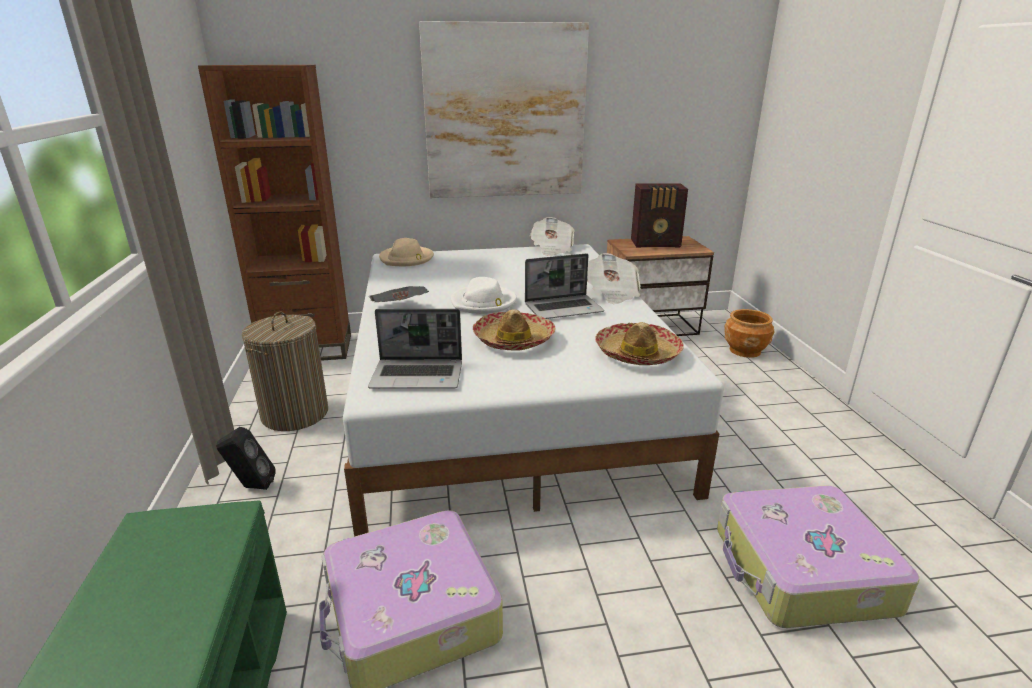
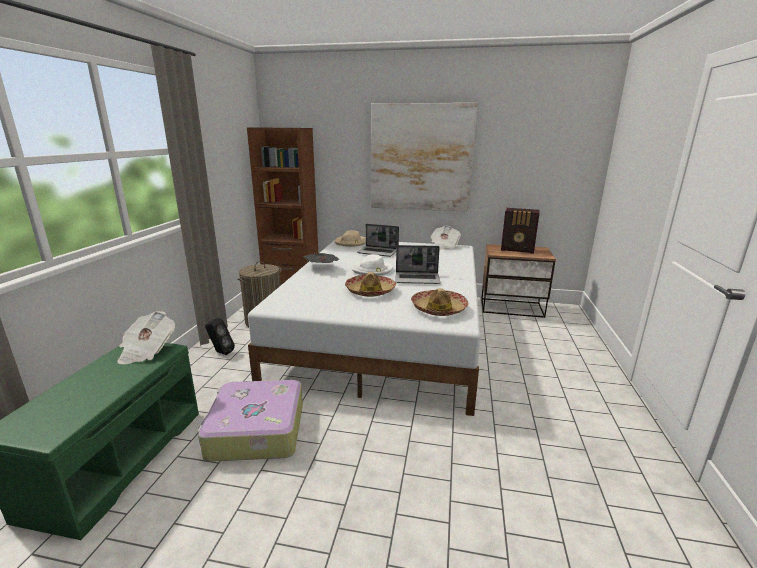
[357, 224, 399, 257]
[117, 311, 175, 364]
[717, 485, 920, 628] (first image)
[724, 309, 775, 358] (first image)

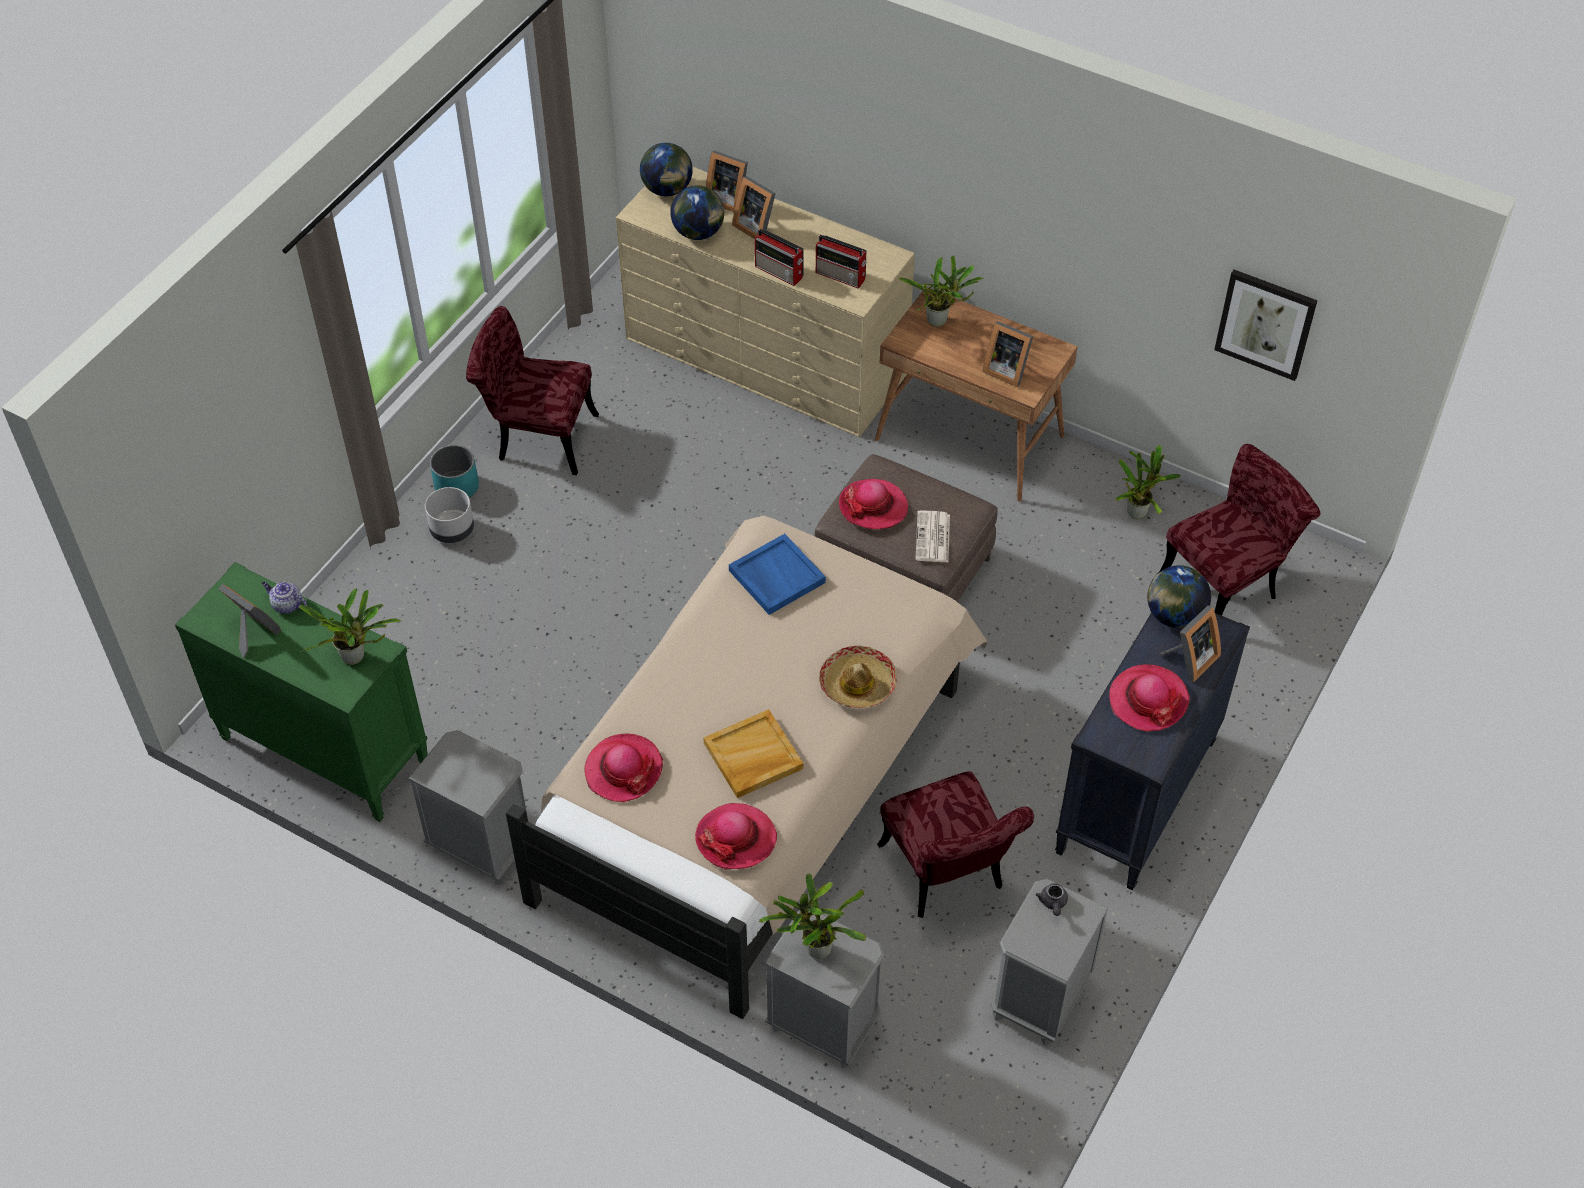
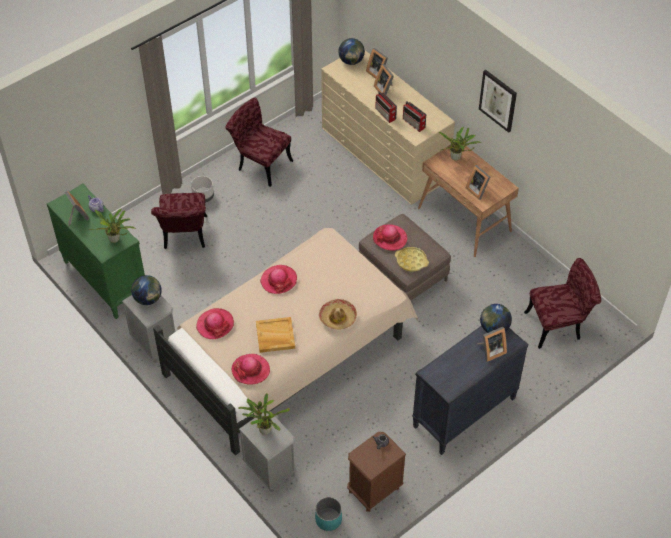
[315, 497, 342, 531]
[131, 275, 162, 305]
[729, 534, 826, 615] (first image)
[151, 193, 207, 249]
[395, 247, 429, 272]
[347, 432, 406, 512]
[260, 265, 297, 294]
[1115, 445, 1181, 519] (first image)
[479, 70, 517, 133]

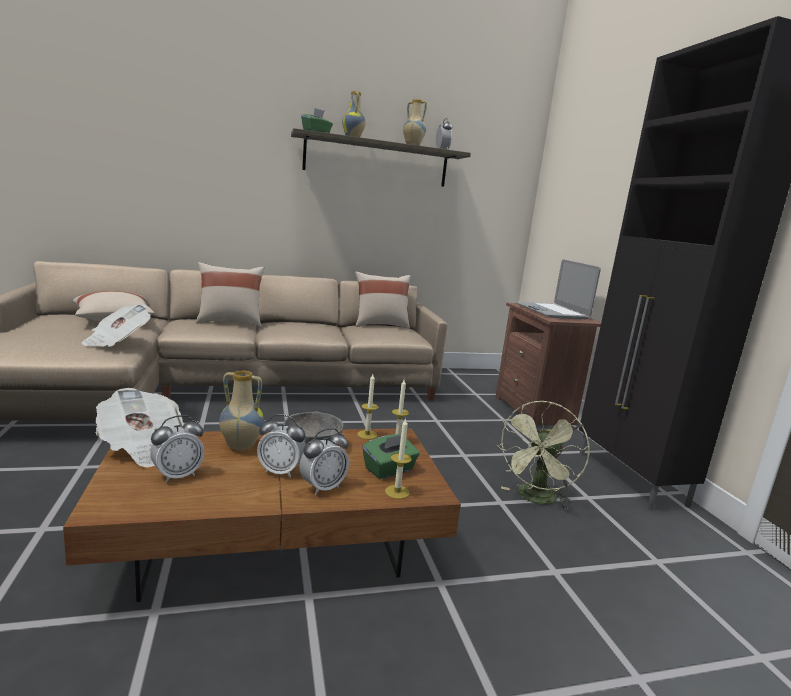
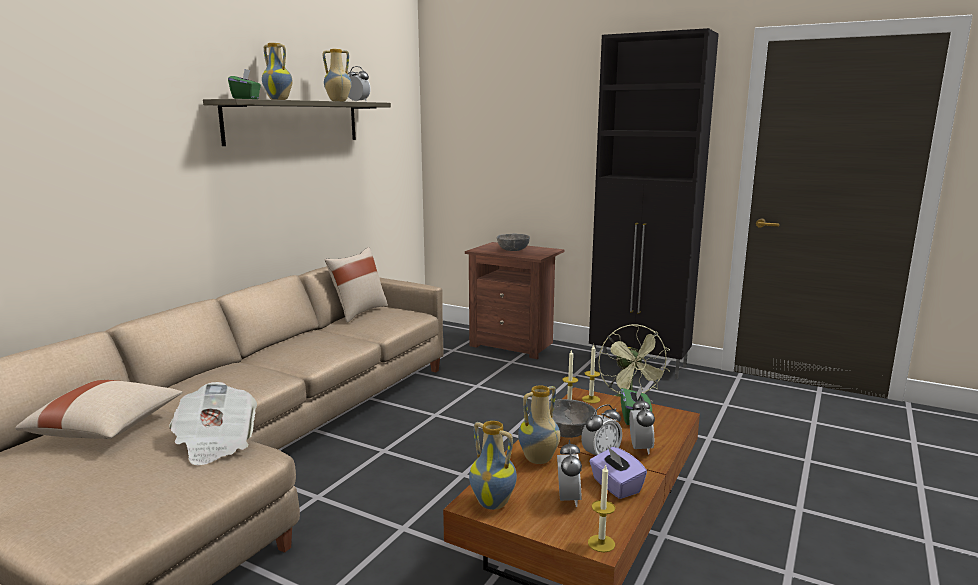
[469, 421, 517, 510]
[196, 262, 264, 326] (first image)
[588, 465, 615, 552]
[497, 233, 530, 251]
[589, 447, 647, 499]

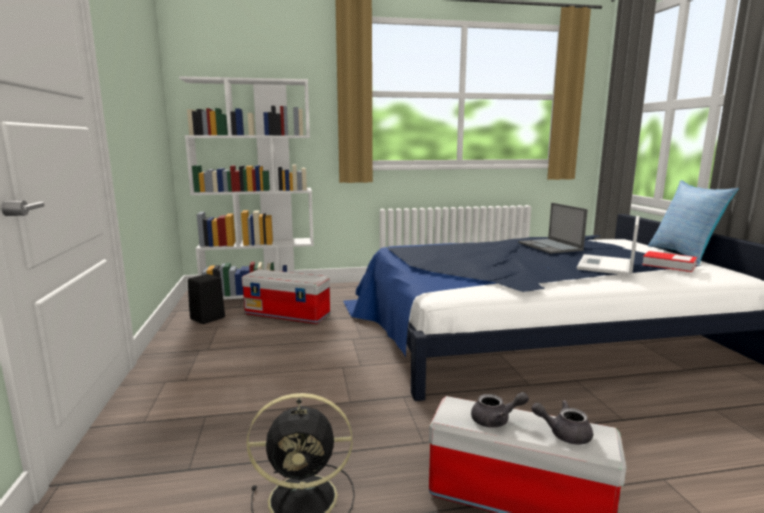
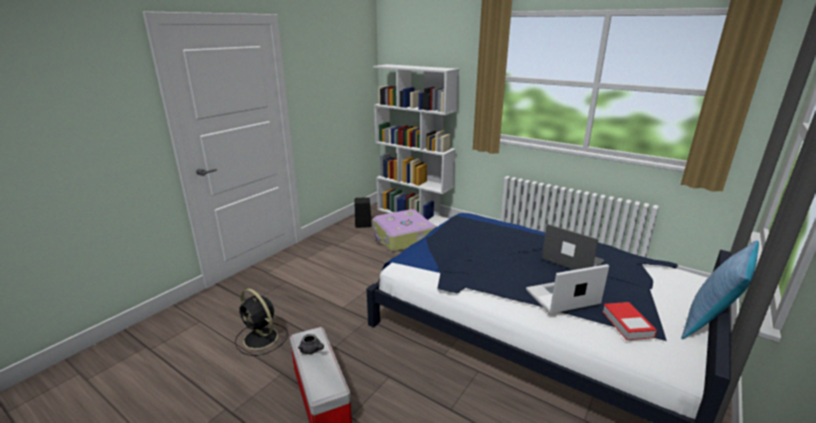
[373, 209, 435, 252]
[542, 224, 605, 270]
[531, 400, 593, 445] (first image)

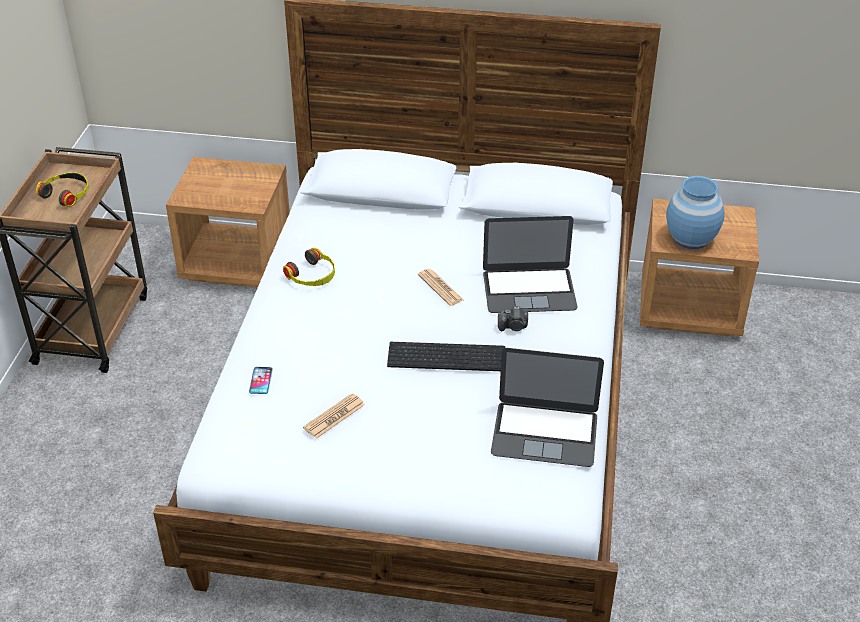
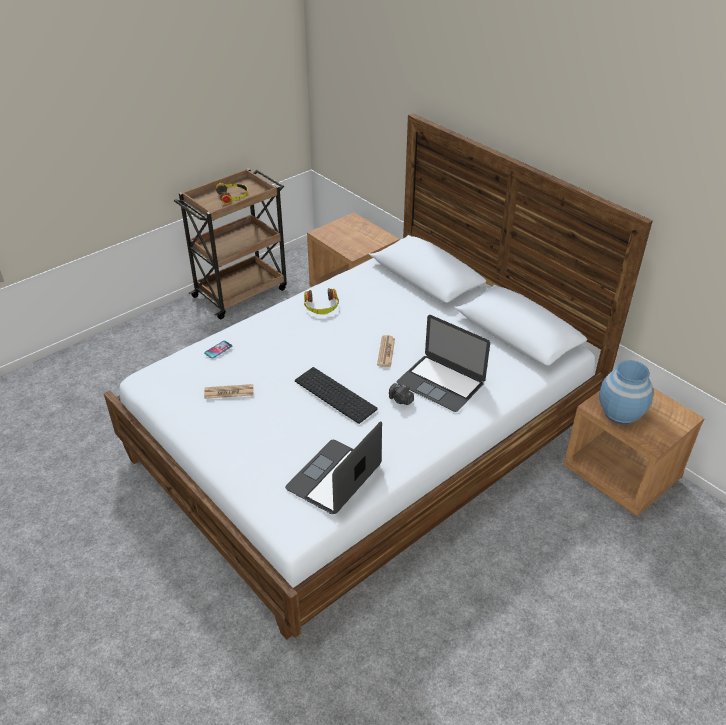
[285, 421, 382, 514]

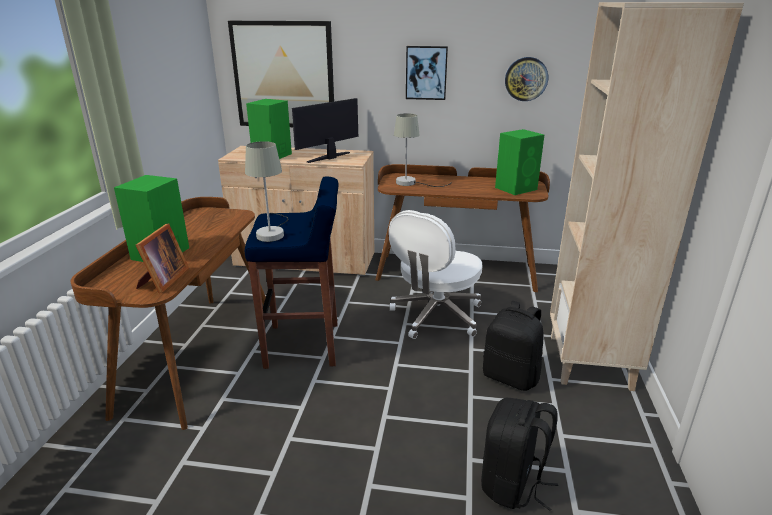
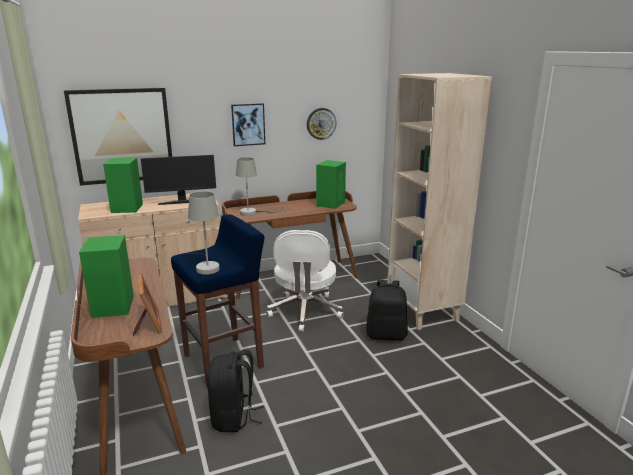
[141, 155, 216, 205]
[207, 350, 264, 432]

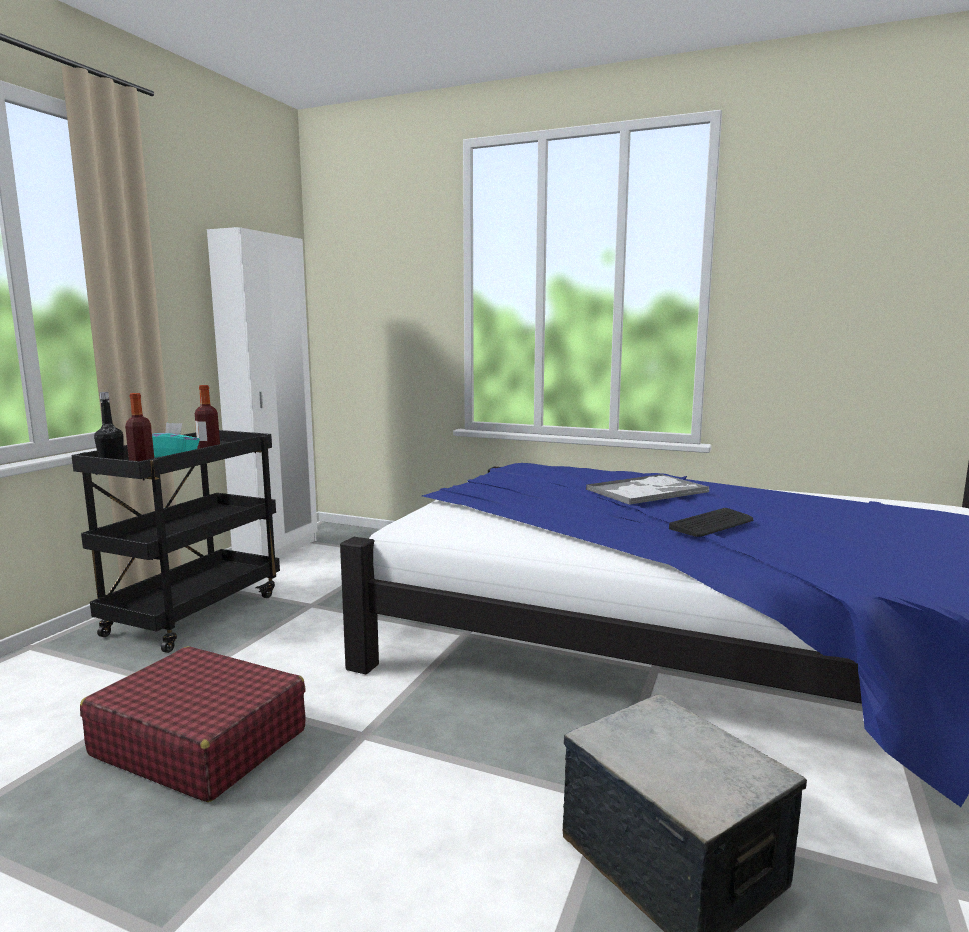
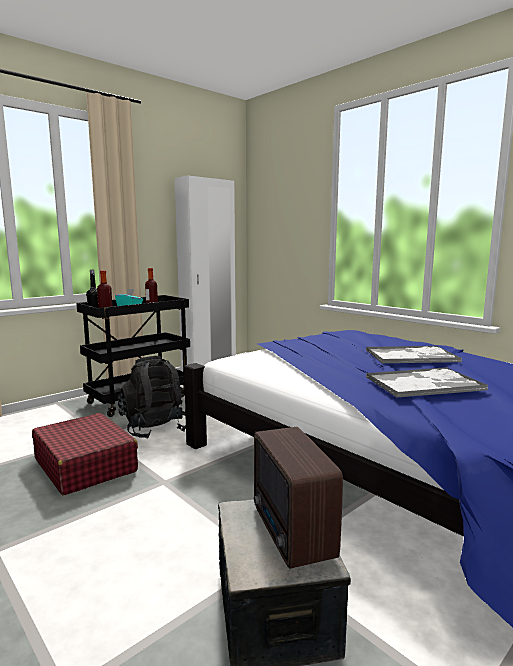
[366, 367, 488, 398]
[118, 356, 186, 439]
[254, 427, 343, 569]

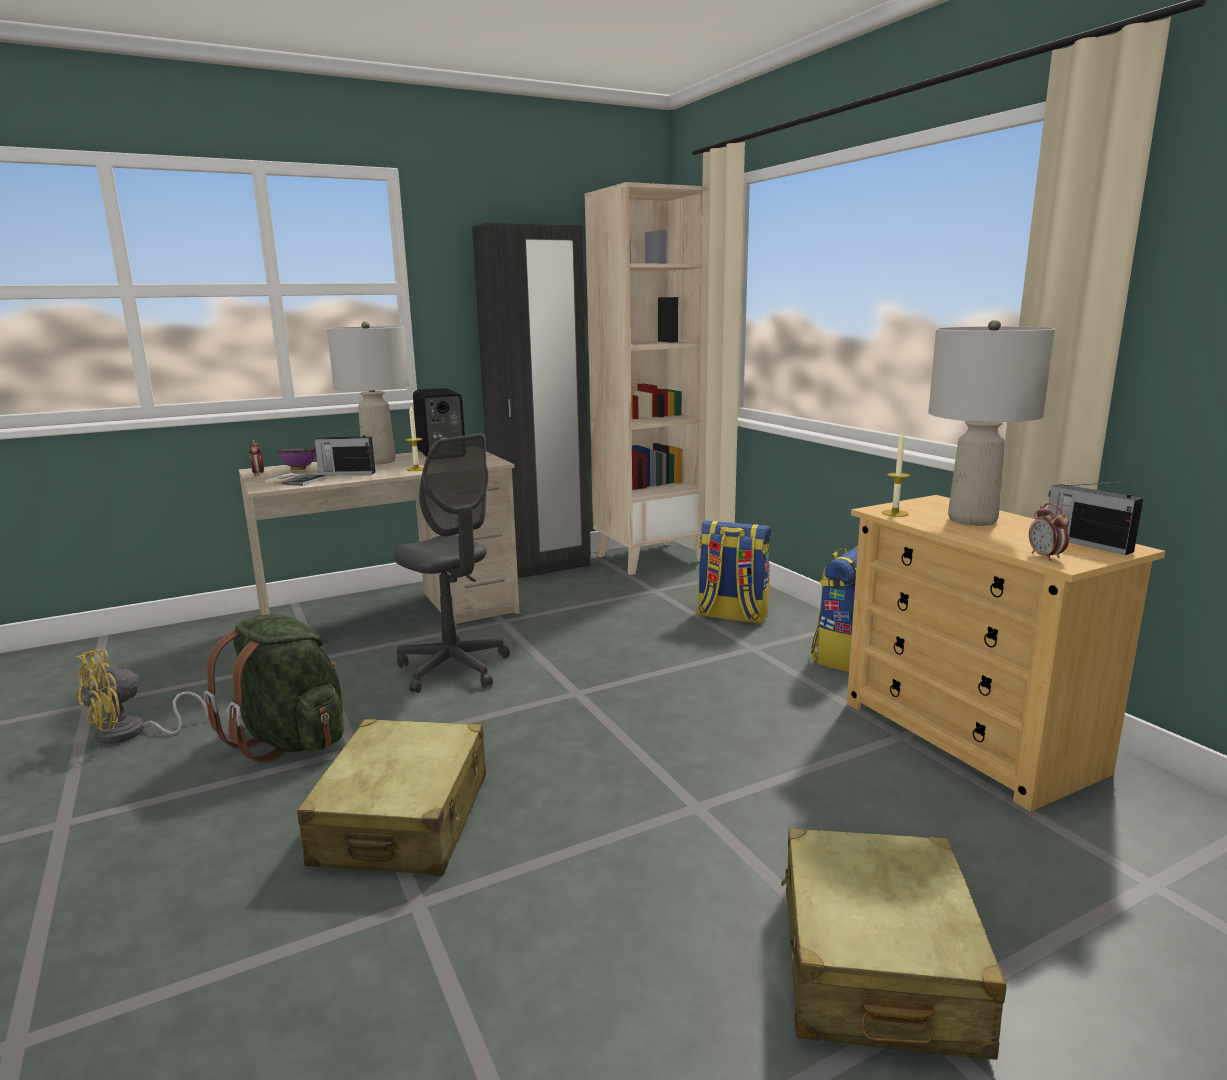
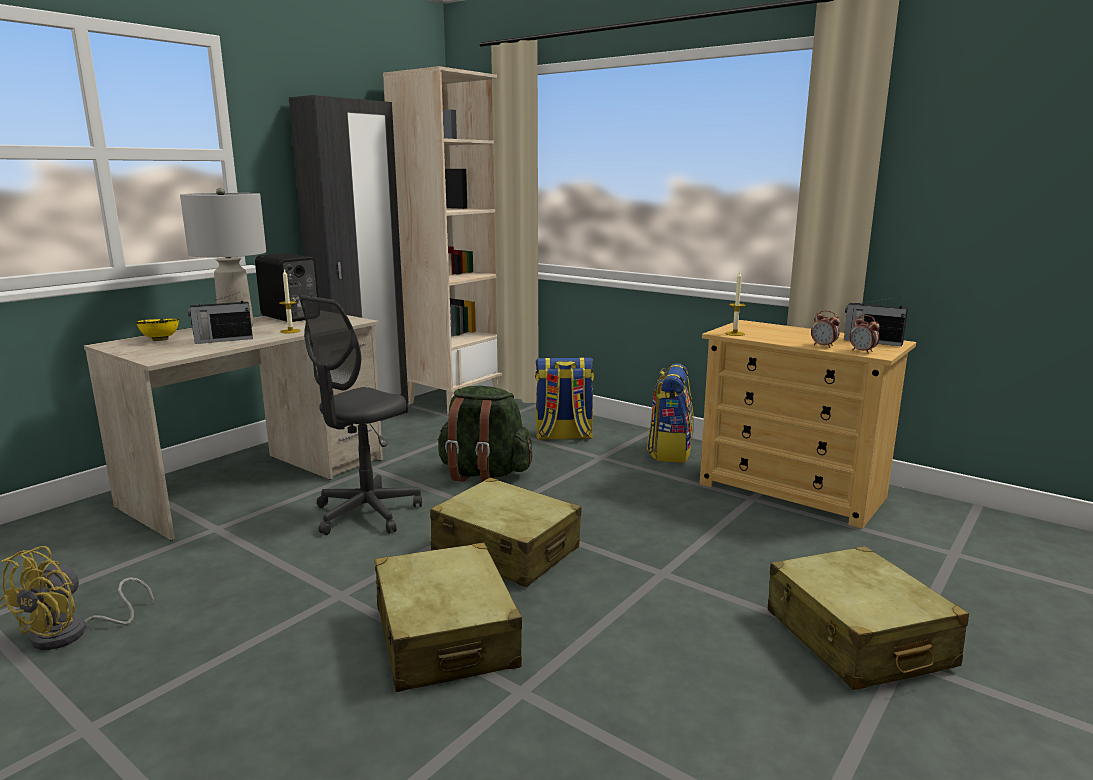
[437, 386, 532, 482]
[811, 310, 840, 348]
[265, 473, 327, 486] (first image)
[136, 318, 179, 341]
[299, 295, 422, 535]
[928, 320, 1055, 526] (first image)
[430, 477, 582, 587]

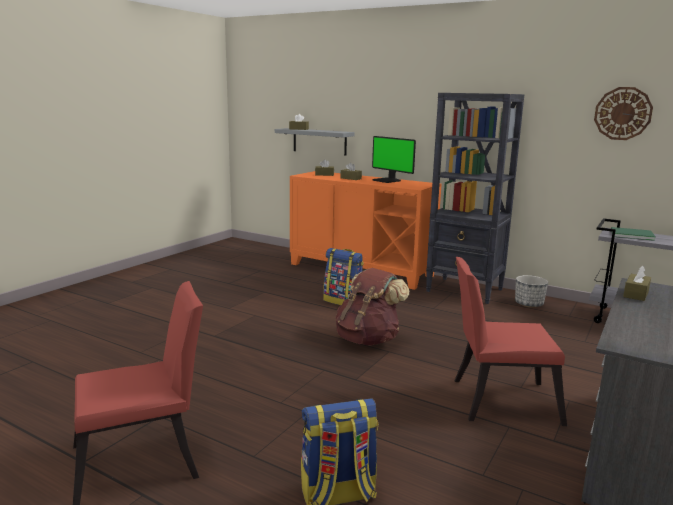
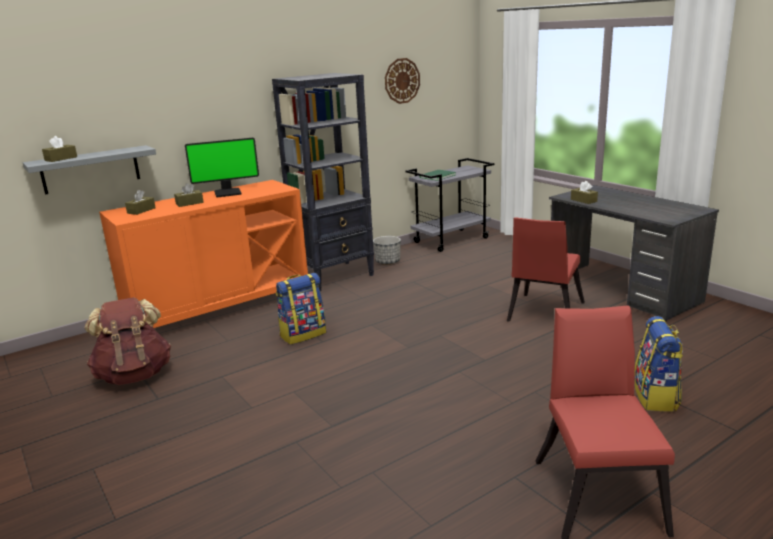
[85, 297, 171, 385]

